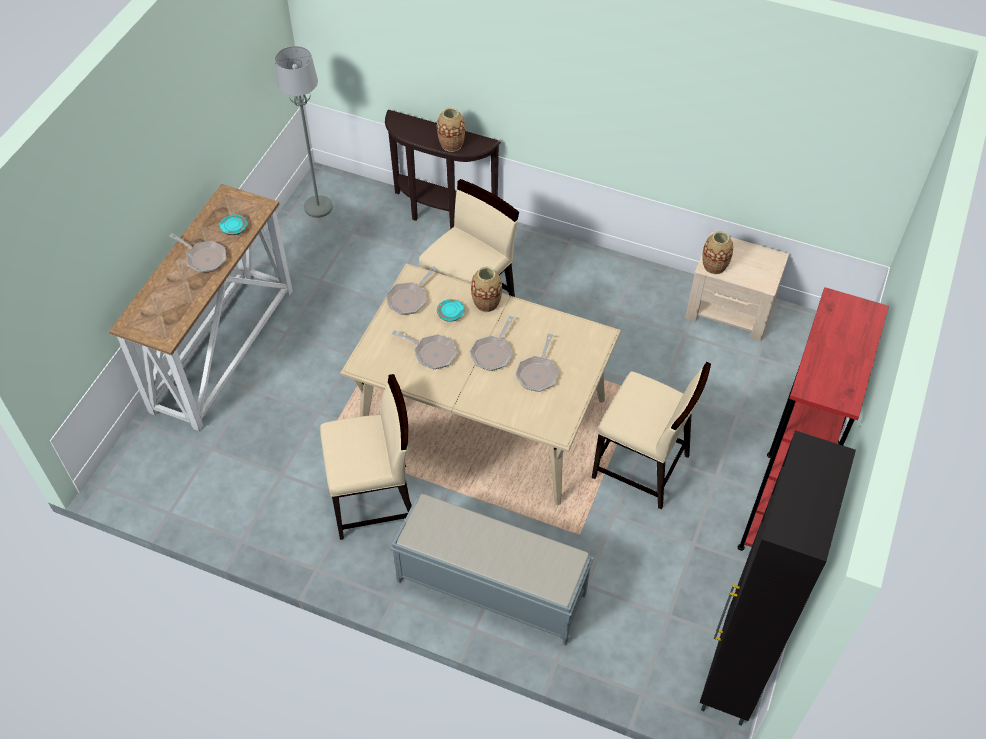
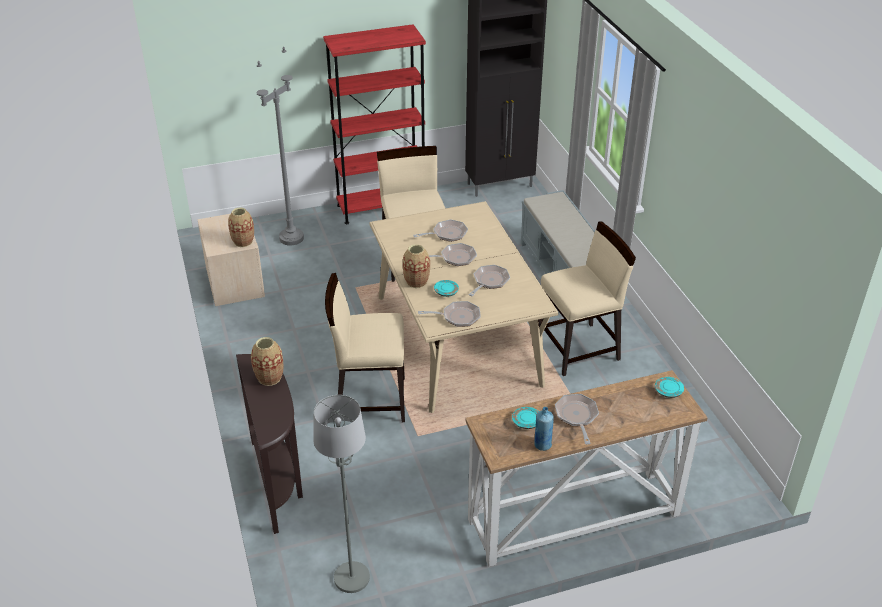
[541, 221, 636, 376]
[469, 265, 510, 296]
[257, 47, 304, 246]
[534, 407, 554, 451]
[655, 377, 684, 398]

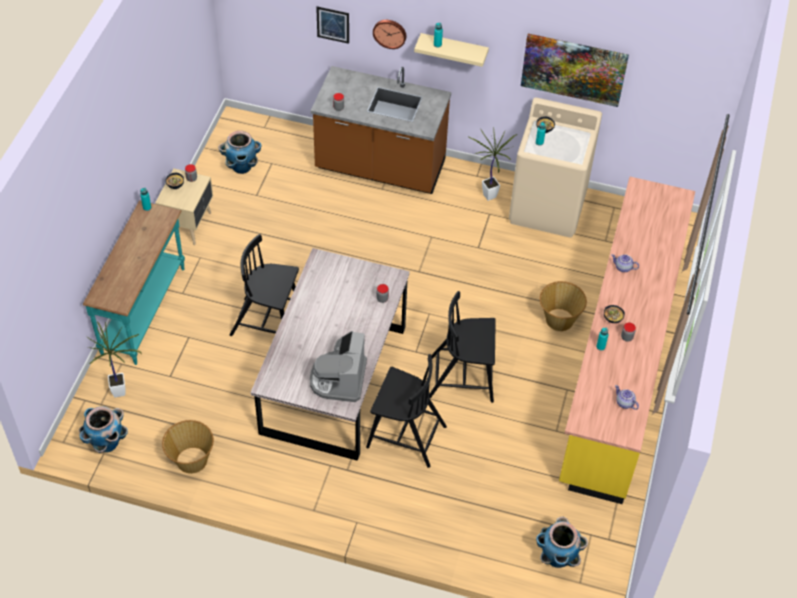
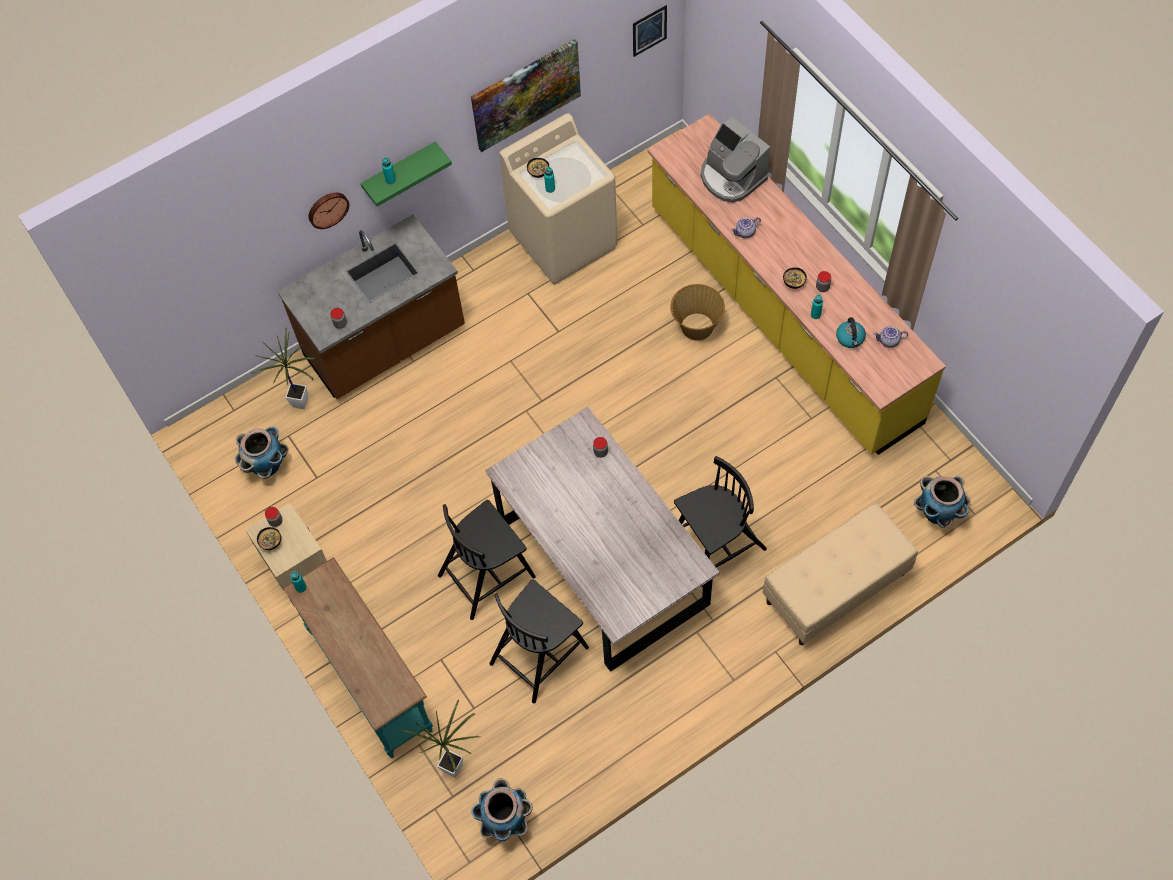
[162, 420, 214, 474] (first image)
[701, 117, 770, 203]
[633, 5, 667, 57]
[361, 141, 452, 207]
[489, 580, 589, 703]
[251, 327, 315, 409]
[763, 503, 918, 645]
[836, 317, 866, 348]

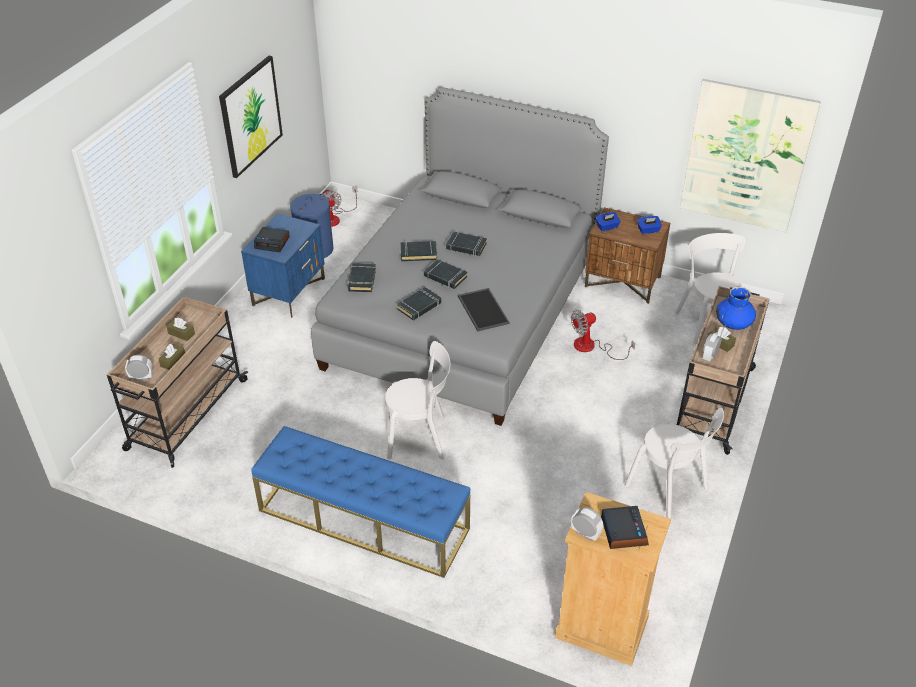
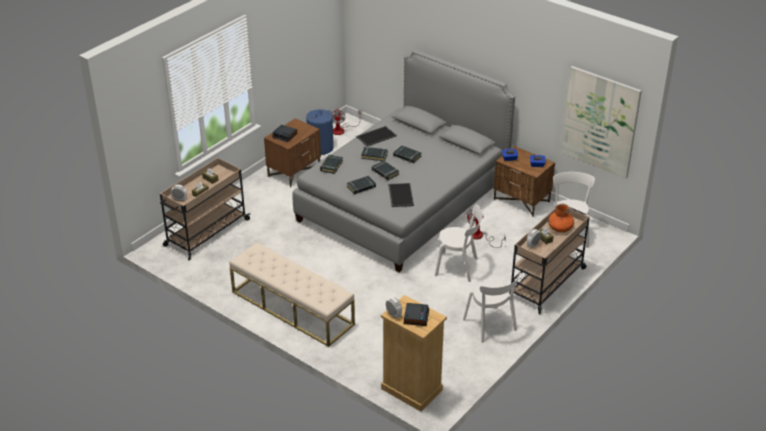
[219, 56, 283, 178] (first image)
[264, 118, 321, 188]
[229, 242, 355, 347]
[435, 204, 483, 282]
[548, 203, 574, 233]
[356, 126, 397, 147]

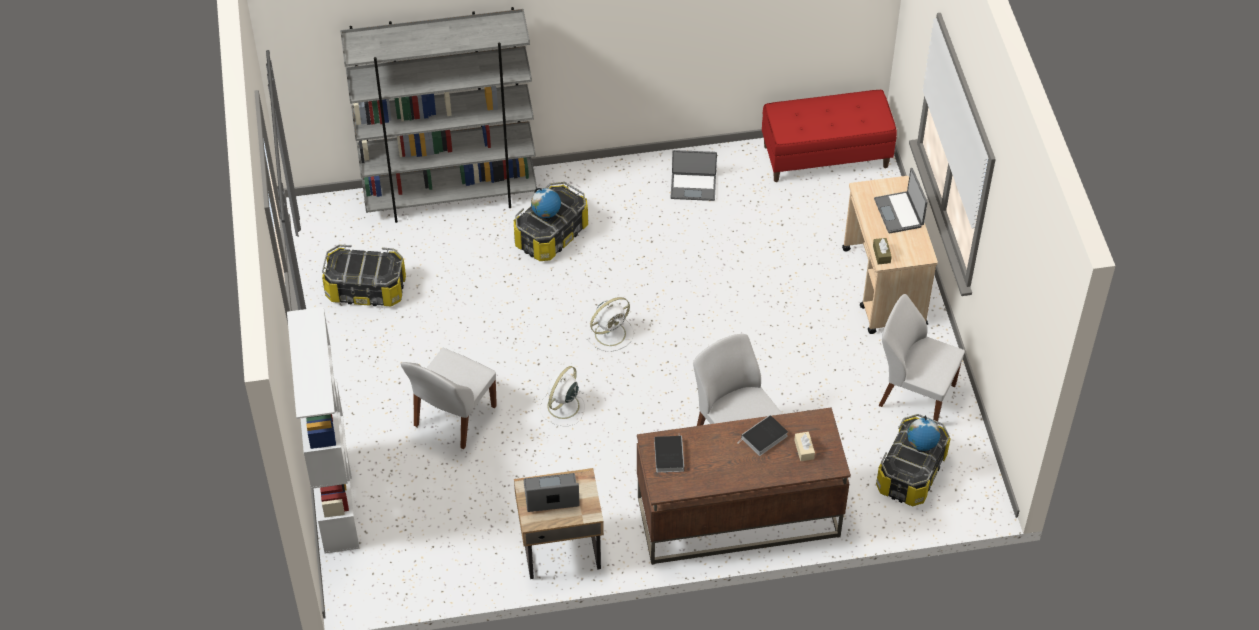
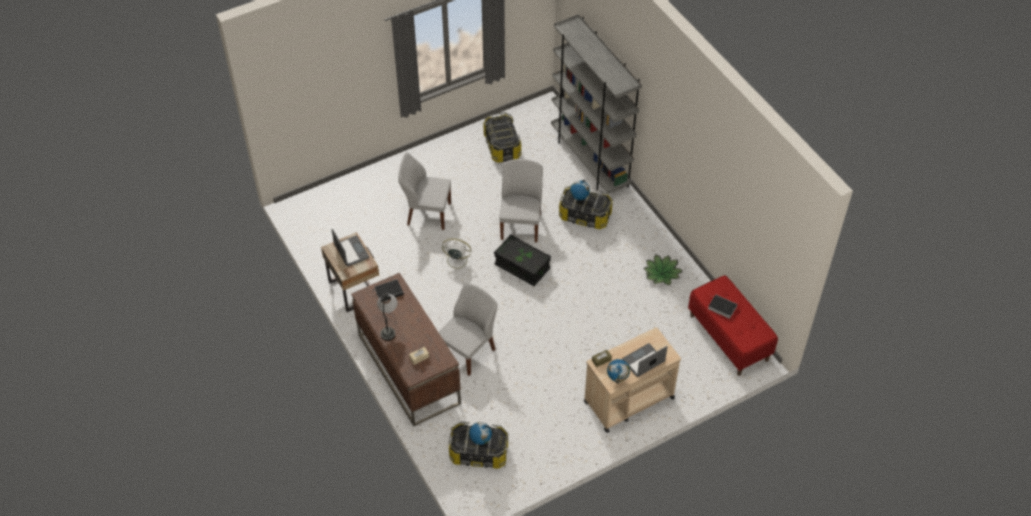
[287, 307, 360, 553] (first image)
[494, 234, 551, 286]
[644, 255, 683, 286]
[708, 294, 737, 319]
[499, 159, 543, 242]
[377, 294, 397, 341]
[607, 359, 630, 384]

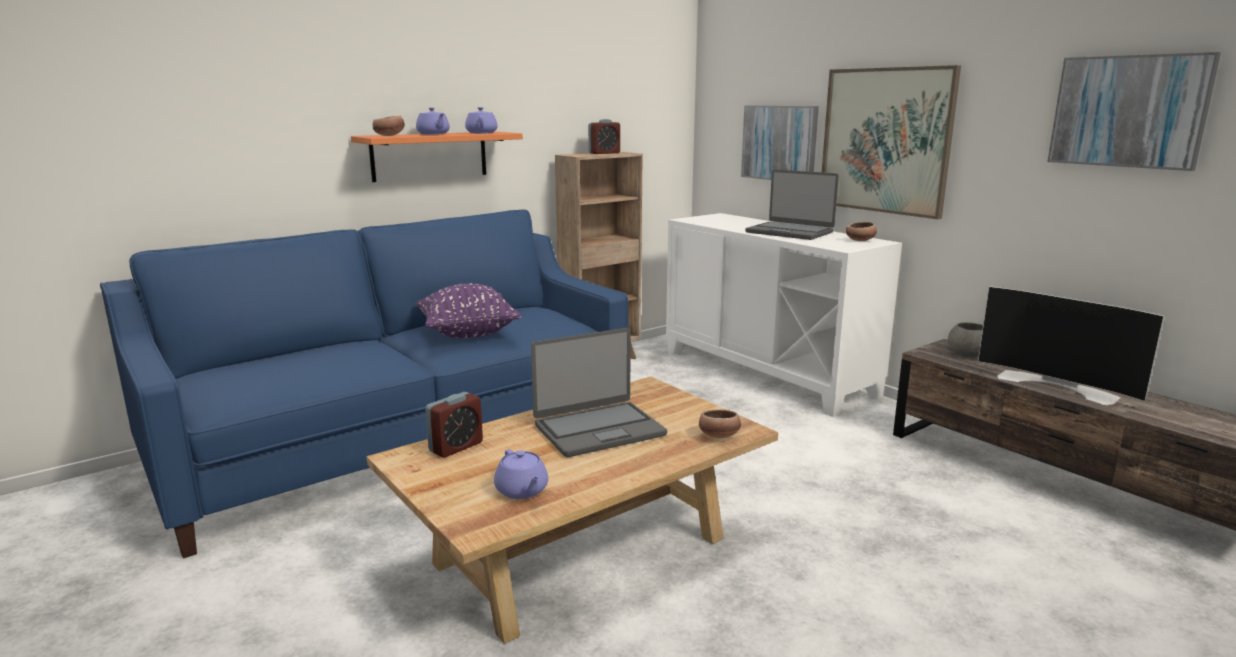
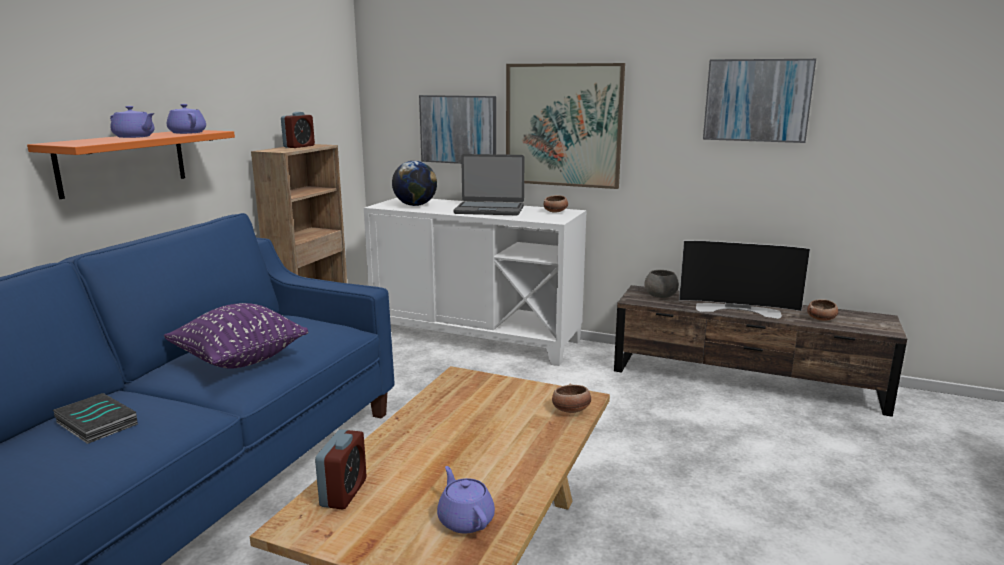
[807, 299, 838, 321]
[437, 466, 495, 533]
[531, 328, 667, 457] (first image)
[53, 393, 138, 444]
[392, 161, 437, 206]

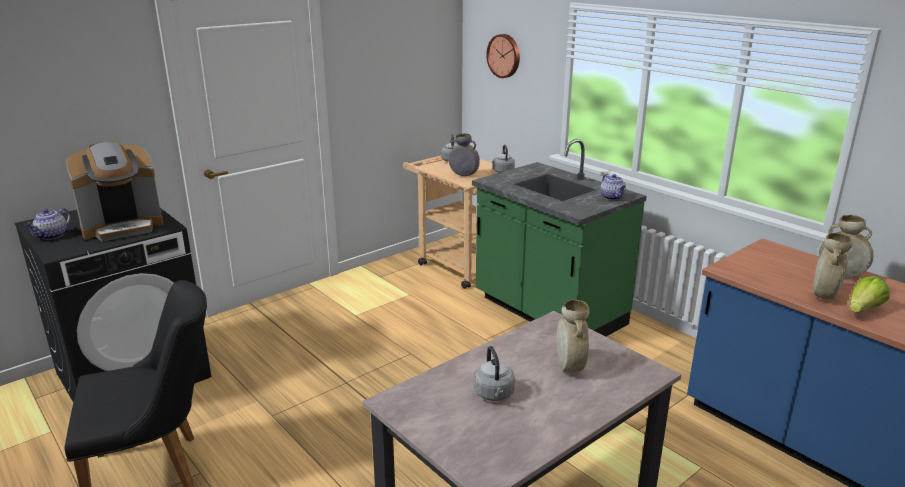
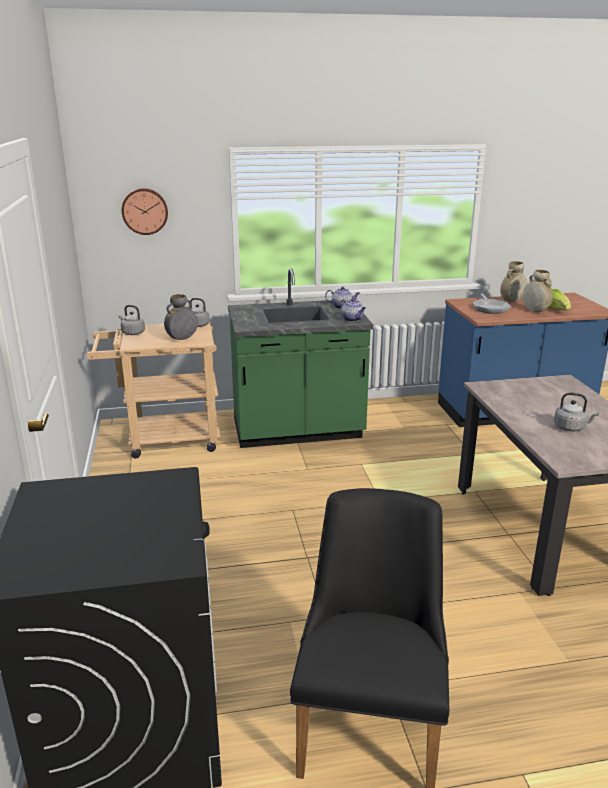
[340, 298, 366, 322]
[66, 142, 164, 242] (first image)
[557, 300, 589, 372] (first image)
[473, 293, 511, 313]

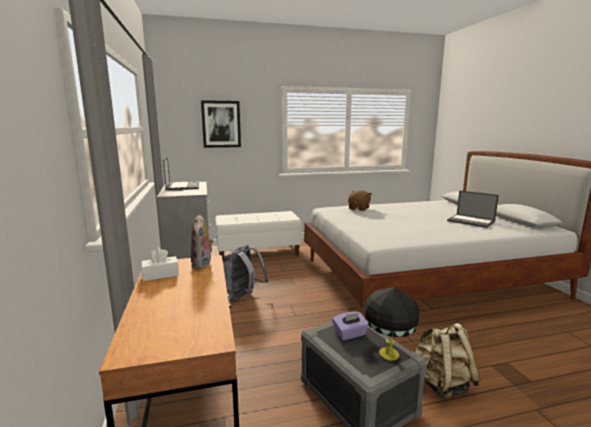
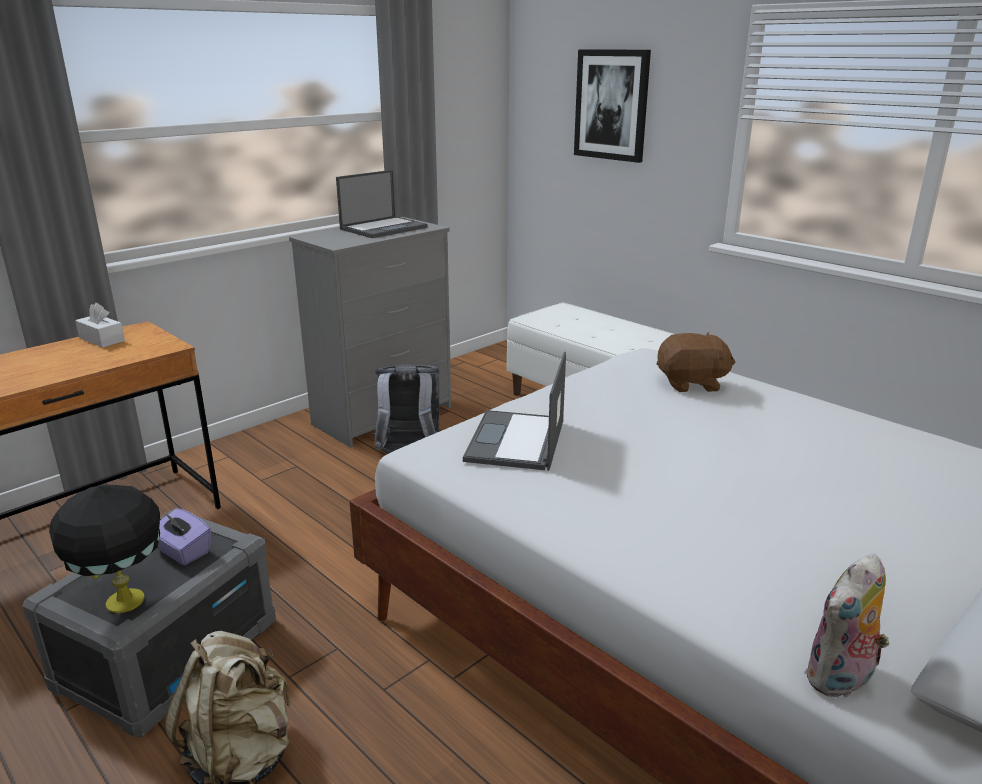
[804, 554, 889, 699]
[463, 352, 566, 471]

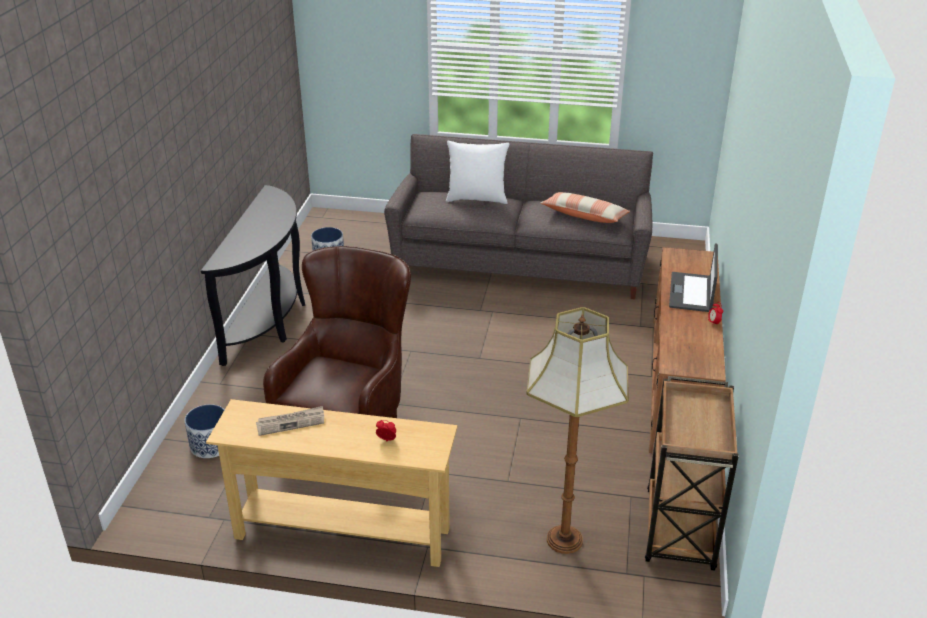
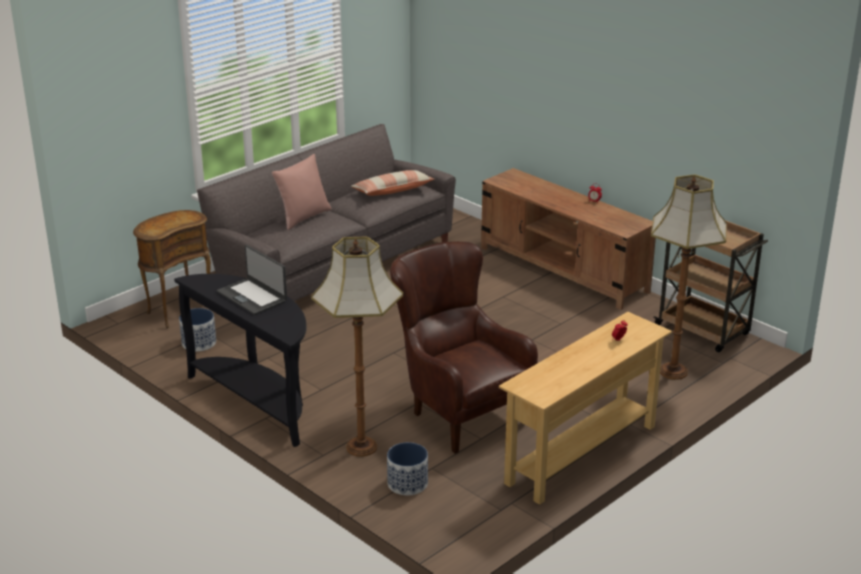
[256, 406, 324, 436] (first image)
[272, 154, 332, 230]
[217, 245, 287, 315]
[133, 210, 211, 329]
[311, 236, 403, 457]

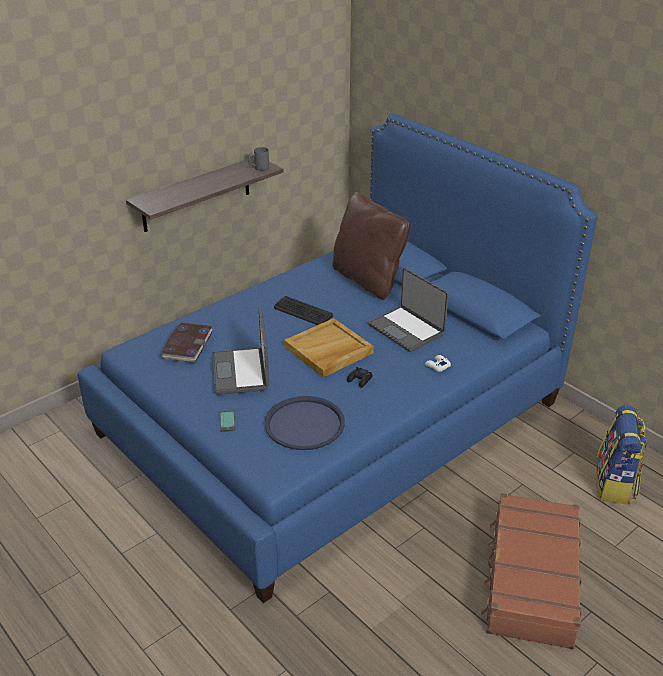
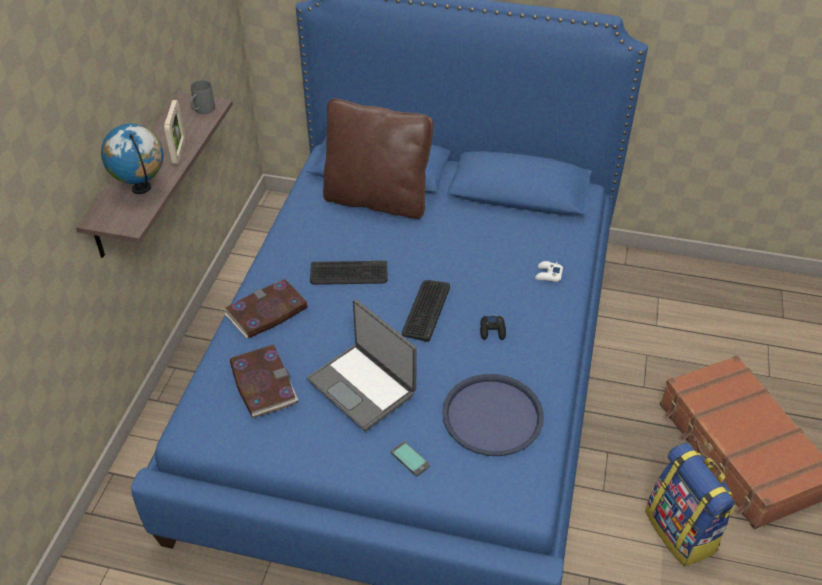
[402, 280, 450, 342]
[368, 268, 449, 352] (first image)
[645, 443, 736, 566]
[101, 123, 164, 194]
[164, 100, 186, 165]
[225, 279, 308, 339]

